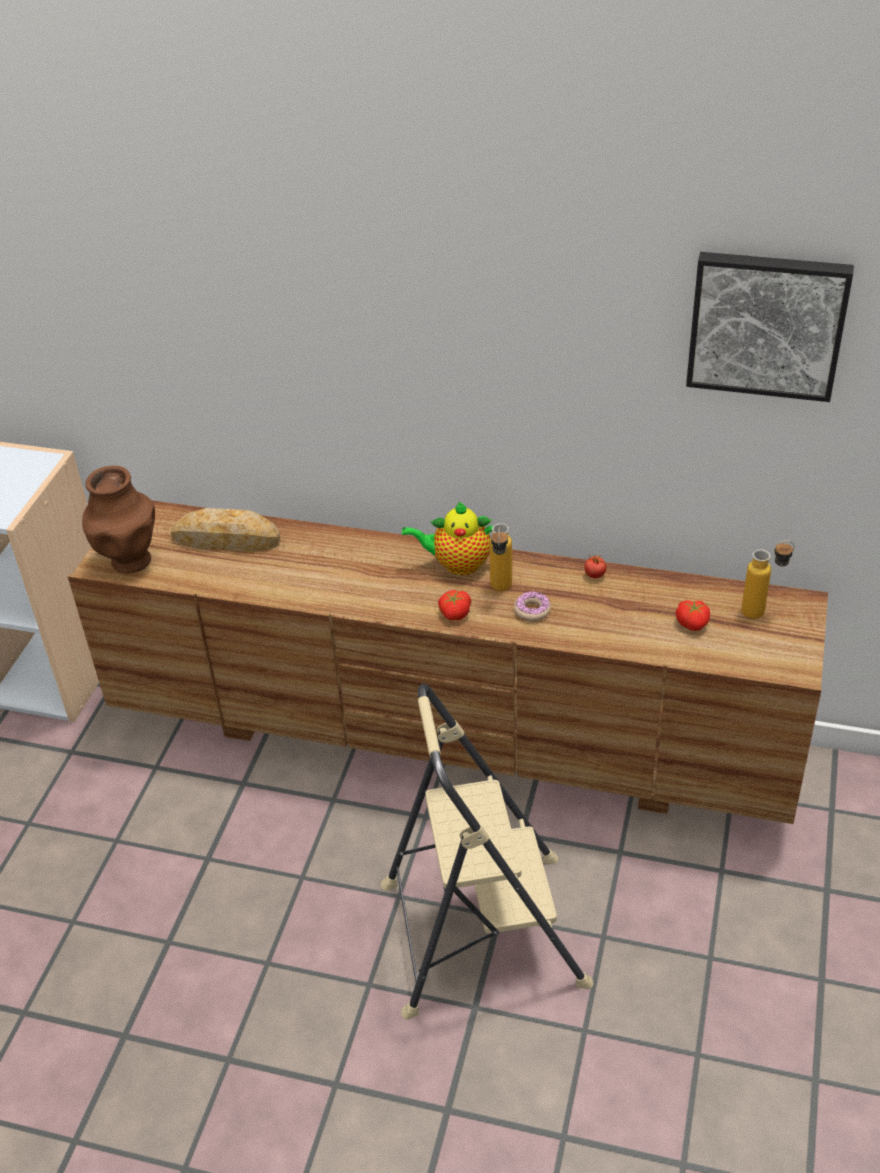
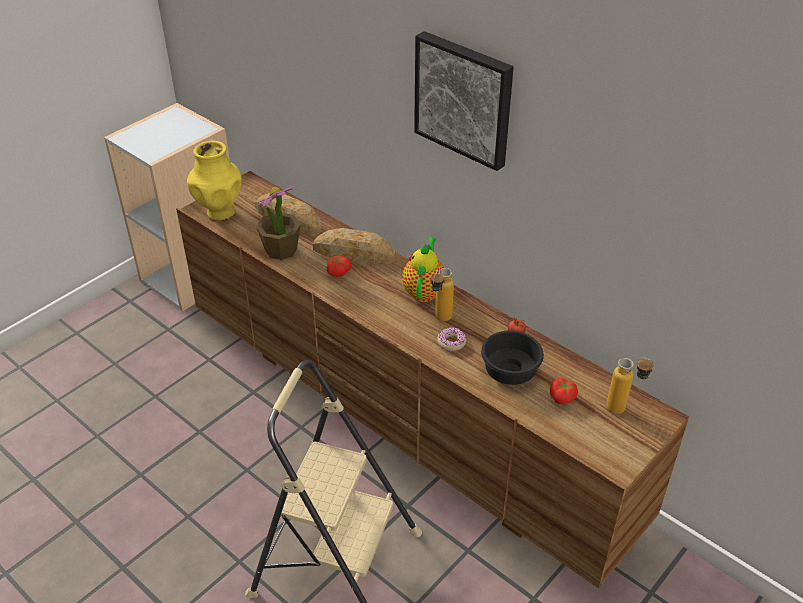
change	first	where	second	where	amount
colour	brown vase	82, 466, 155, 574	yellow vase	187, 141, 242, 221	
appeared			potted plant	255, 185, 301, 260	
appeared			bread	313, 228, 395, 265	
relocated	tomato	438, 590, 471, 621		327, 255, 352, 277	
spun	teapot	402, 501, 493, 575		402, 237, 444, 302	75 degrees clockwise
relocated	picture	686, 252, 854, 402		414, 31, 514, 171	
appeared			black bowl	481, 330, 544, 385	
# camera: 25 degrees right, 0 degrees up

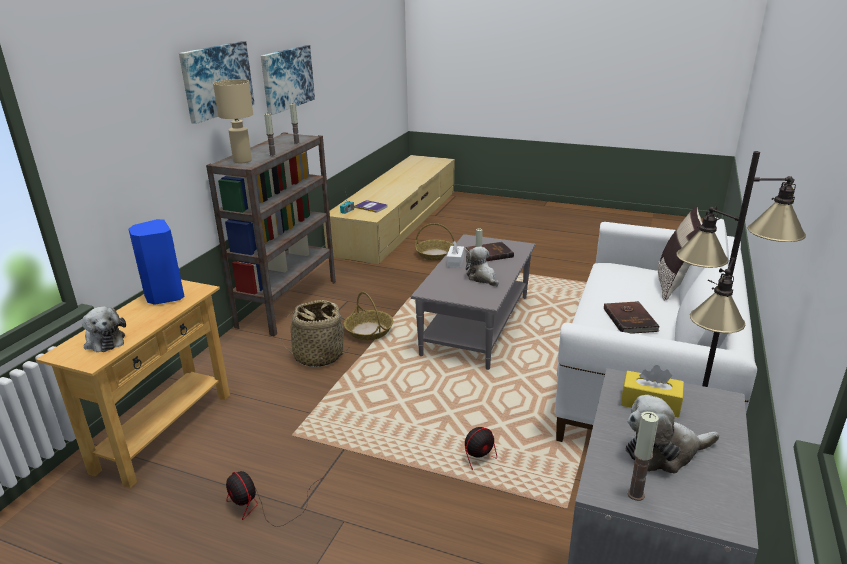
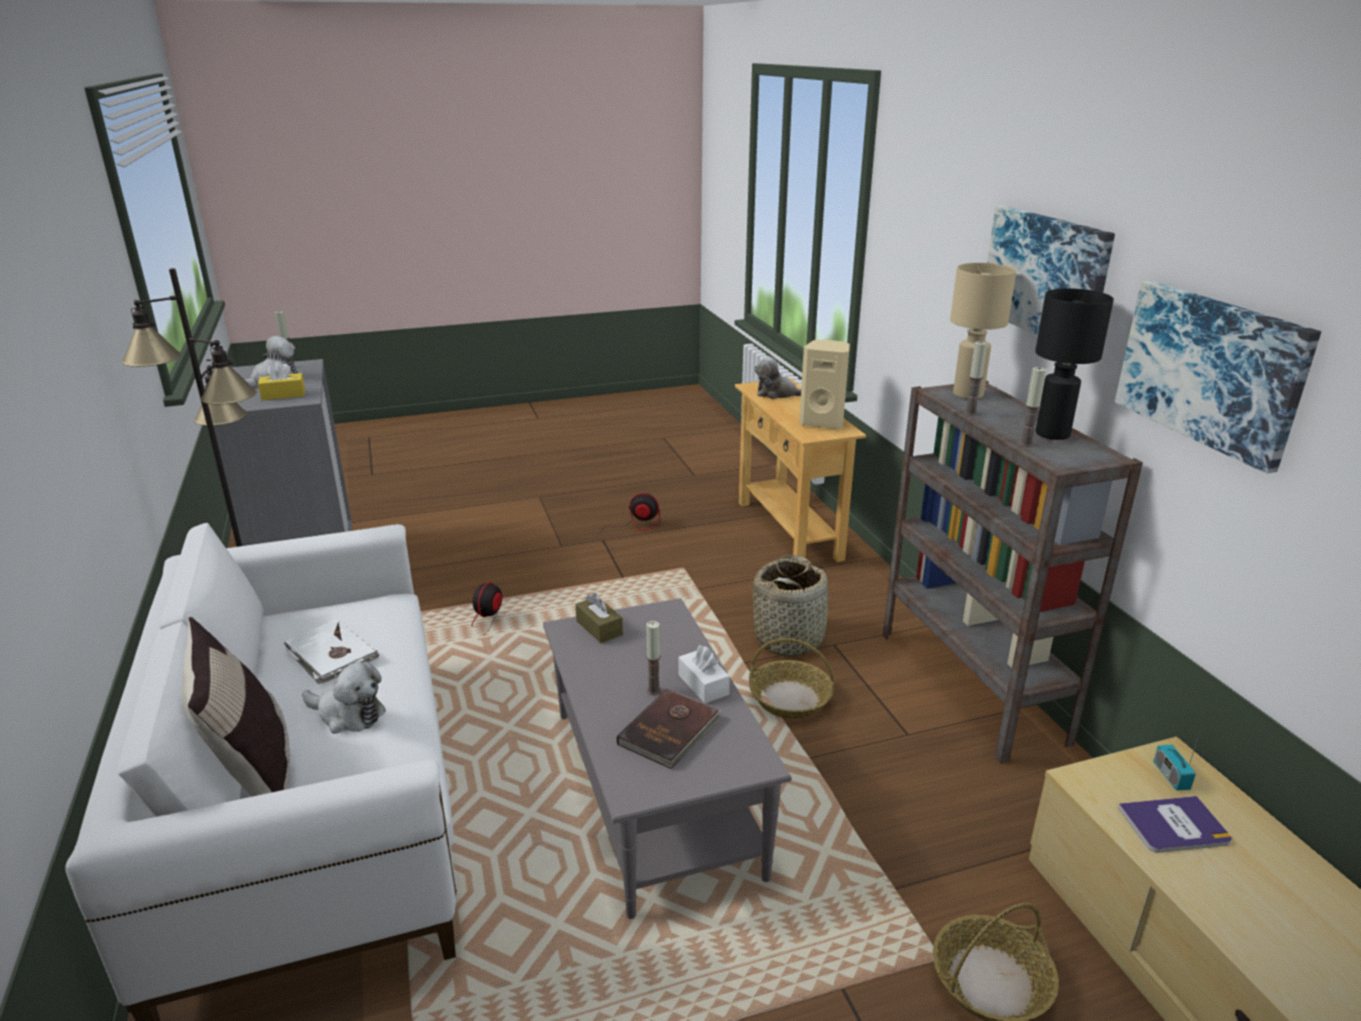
change	first	where	second	where	amount
colour	brown book	604, 301, 660, 334	white book	284, 619, 379, 684	
relocated	plush toy	466, 247, 499, 286		302, 661, 386, 734	
appeared			brown tissue box	576, 593, 623, 643	
colour	blue speaker	129, 219, 185, 305	beige speaker	799, 339, 850, 429	
appeared			black table lamp	1035, 288, 1114, 440	
# camera: 140 degrees right, 0 degrees up

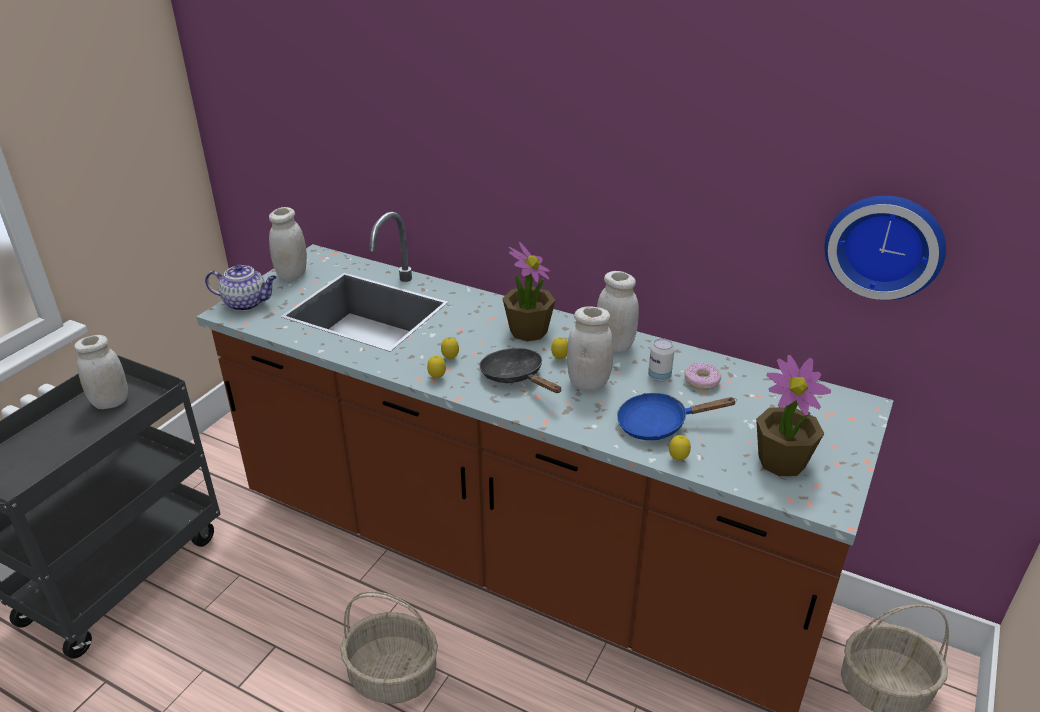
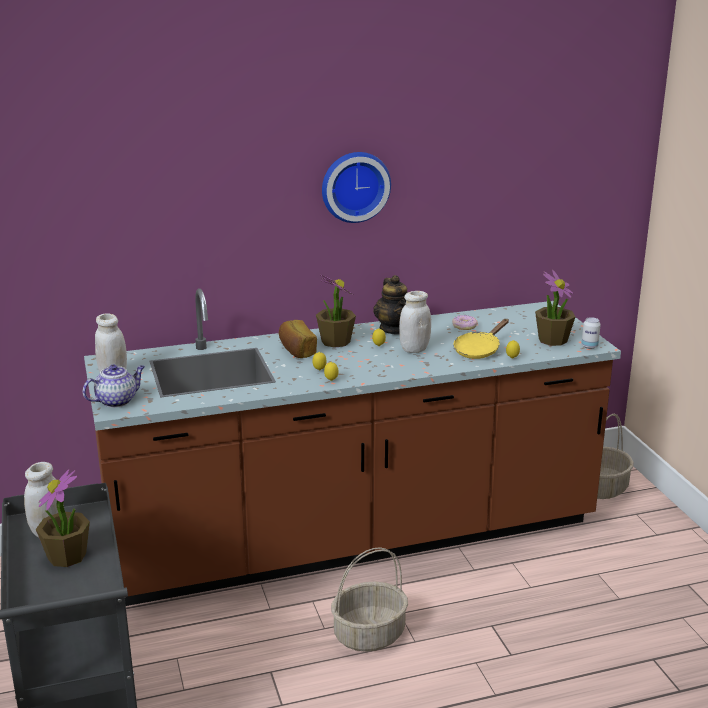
change	first	where	second	where	amount
appeared			potted plant	36, 469, 90, 567	
appeared			bread	279, 320, 317, 358	
relocated	wall clock	824, 196, 946, 300		322, 152, 391, 223	
exchanged	white jar	597, 271, 639, 353	teapot	373, 275, 408, 335	
colour	blue frying pan	617, 393, 737, 440	yellow frying pan	453, 319, 509, 359	
relocated	can	648, 338, 675, 382		581, 317, 601, 349	
missing	black frying pan	479, 348, 562, 393			
# camera: 45 degrees left, 10 degrees down

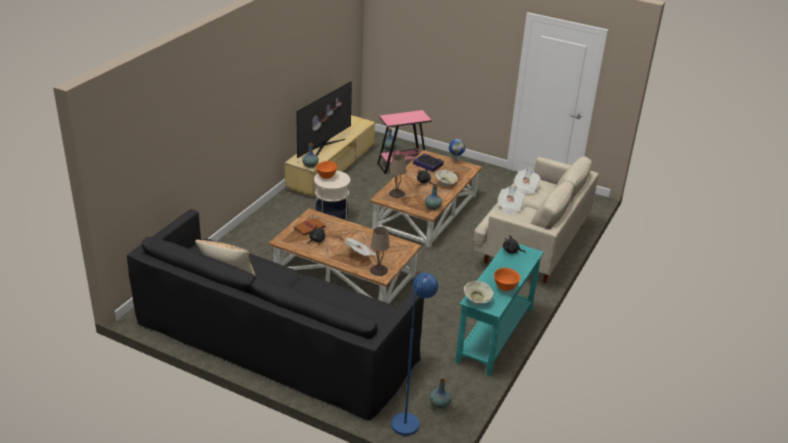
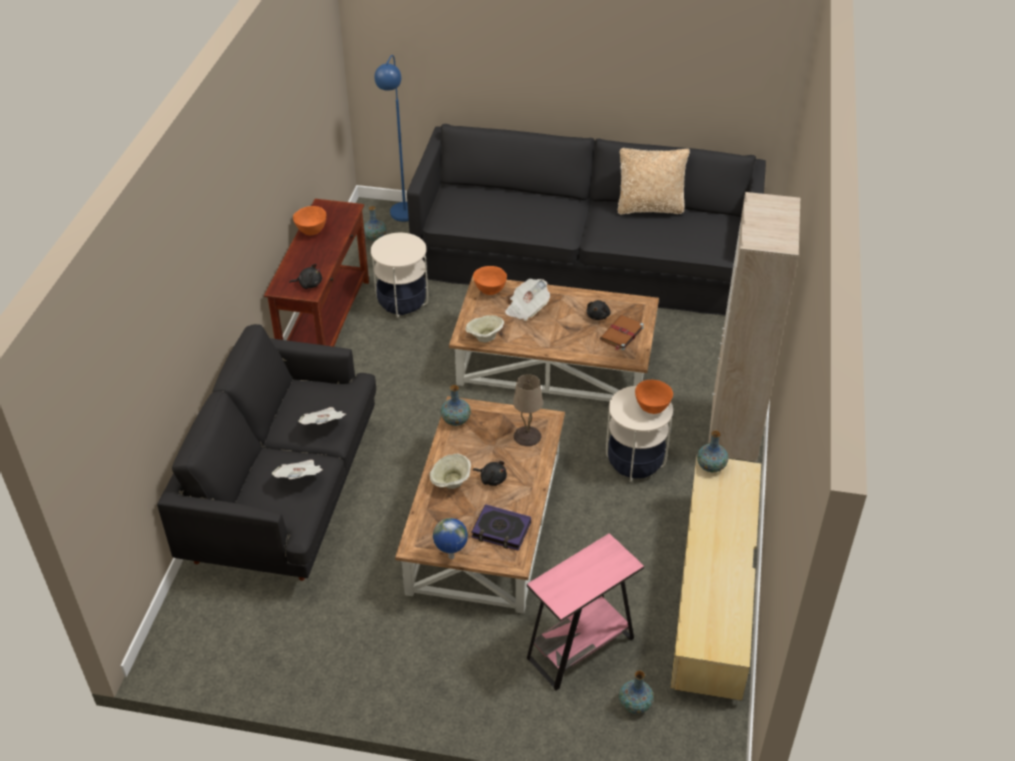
change	first	where	second	where	amount
colour	beige sofa	474, 156, 599, 283	black sofa	157, 324, 376, 581	
colour	turquoise console table	455, 244, 544, 376	brown console table	264, 199, 369, 347	
appeared			beige side table	371, 233, 428, 318	
relocated	beige bowl	464, 281, 494, 304		465, 315, 504, 343	
exchanged	beige table lamp	370, 227, 390, 276	orange bowl	473, 266, 507, 295	
appeared			beige cabinet	708, 192, 800, 462	
missing	television	296, 81, 352, 158			
# camera: 165 degrees right, 10 degrees up

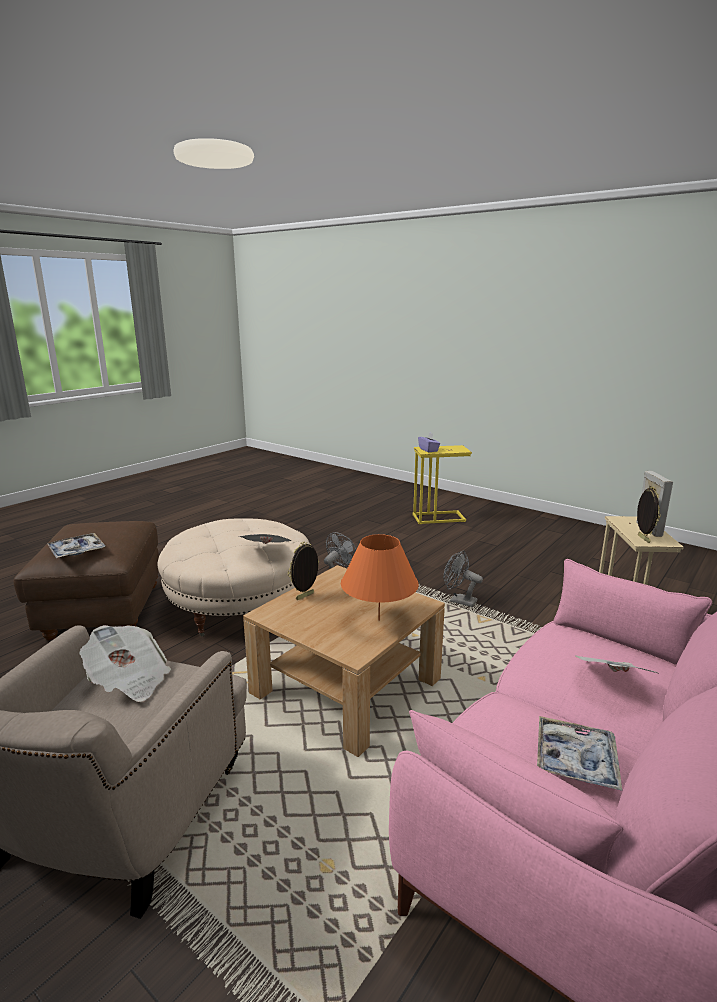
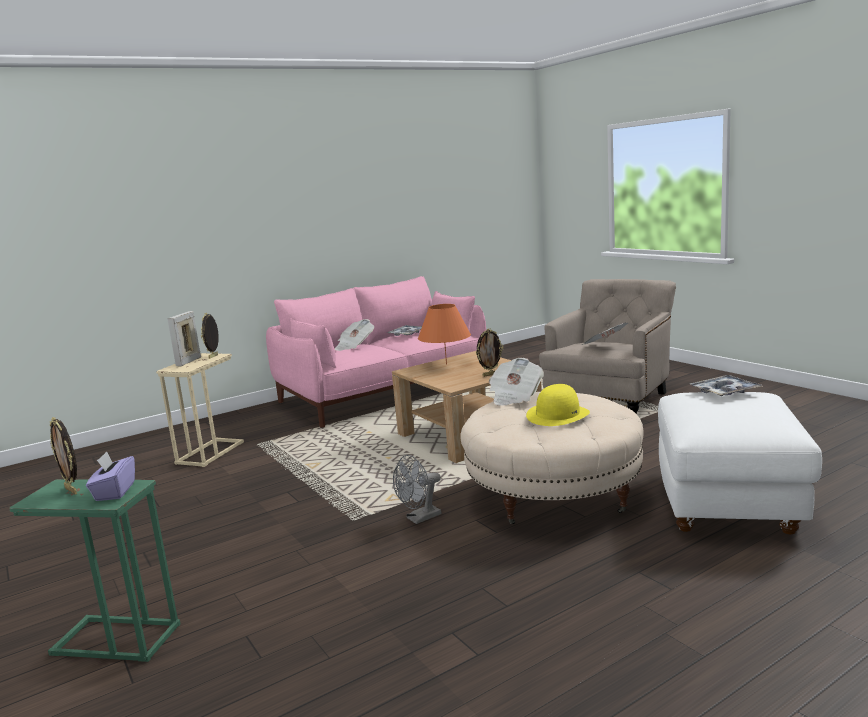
change	first	where	second	where	amount
colour	yellow side table	412, 445, 472, 524	green side table	9, 479, 181, 662	
appeared			picture frame	50, 417, 77, 495	
appeared			yellow hat	526, 384, 590, 426	
colour	brown ottoman	14, 521, 159, 640	white ottoman	658, 392, 822, 534	
missing	grey fan	444, 550, 483, 607			
# camera: 160 degrees left, 5 degrees down

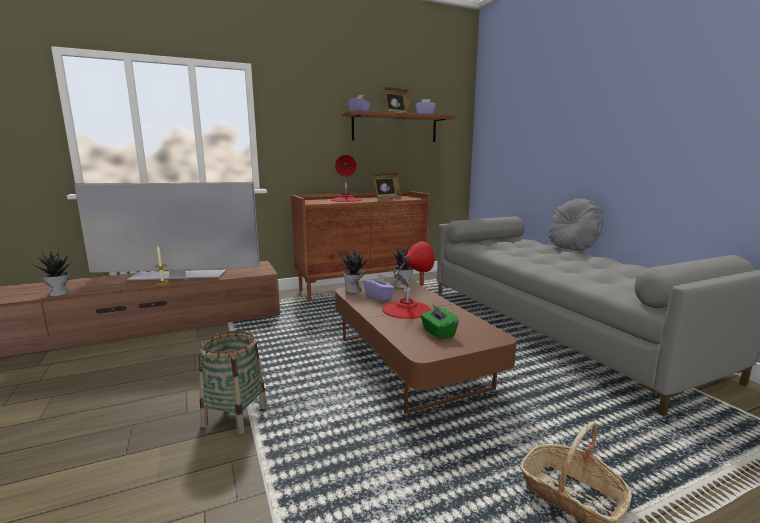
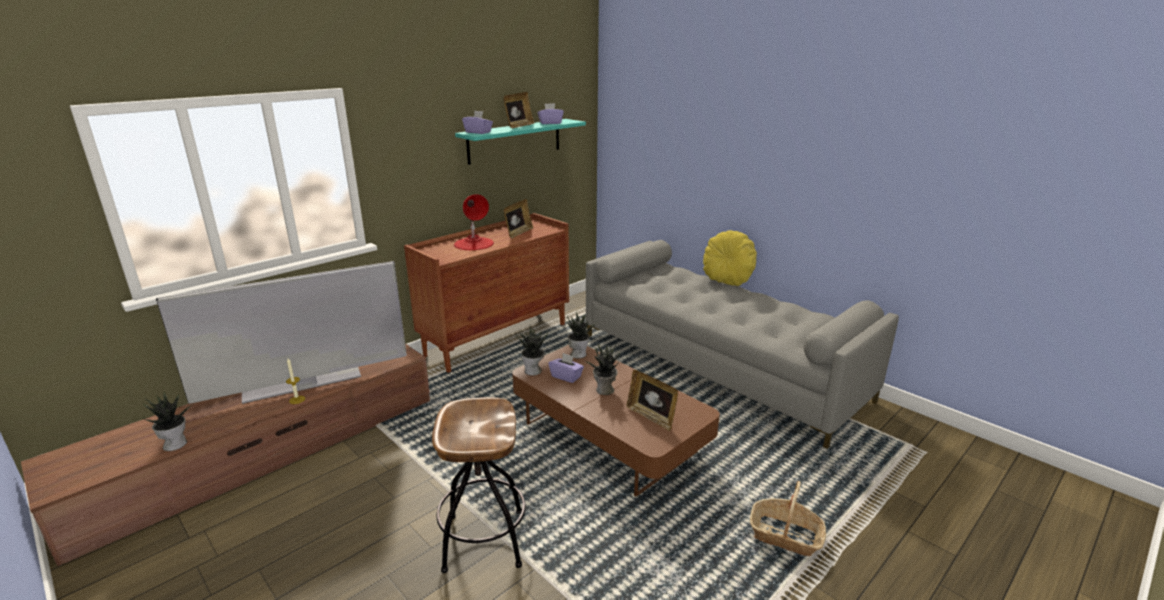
change	first	where	second	where	amount
exchanged	basket	199, 331, 267, 435	brown stool	432, 397, 526, 573	
colour	brown shelf	342, 111, 456, 142	turquoise shelf	455, 119, 586, 165	
exchanged	red table lamp	382, 241, 435, 319	potted plant	584, 344, 621, 395	
exchanged	green tissue box	421, 305, 459, 339	picture frame	627, 370, 678, 431	
colour	grey pillow	549, 199, 603, 251	yellow pillow	703, 230, 757, 286	
# camera: 20 degrees left, 10 degrees up

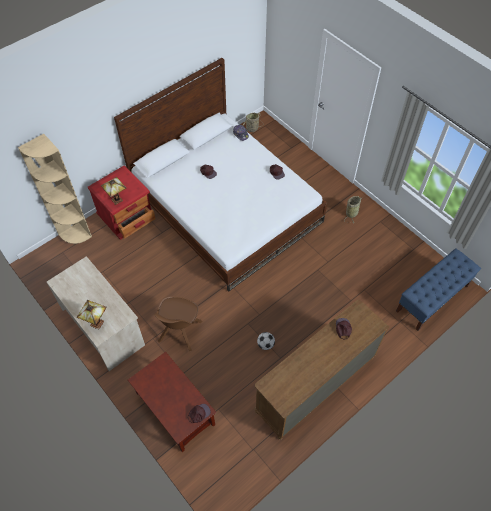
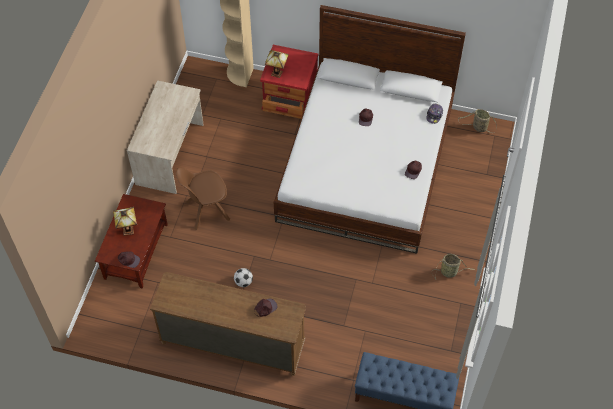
change	first	where	second	where	amount
relocated	table lamp	77, 300, 107, 330		113, 207, 137, 236	
# camera: 55 degrees right, 0 degrees up

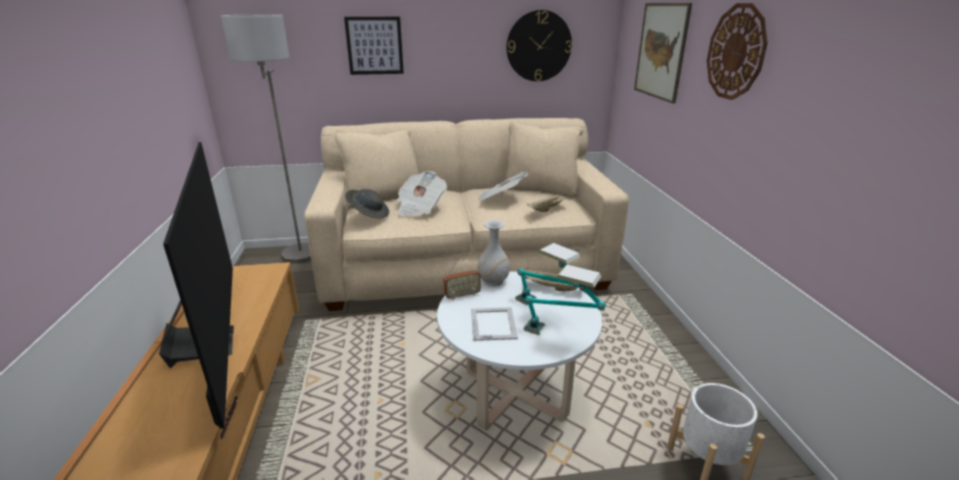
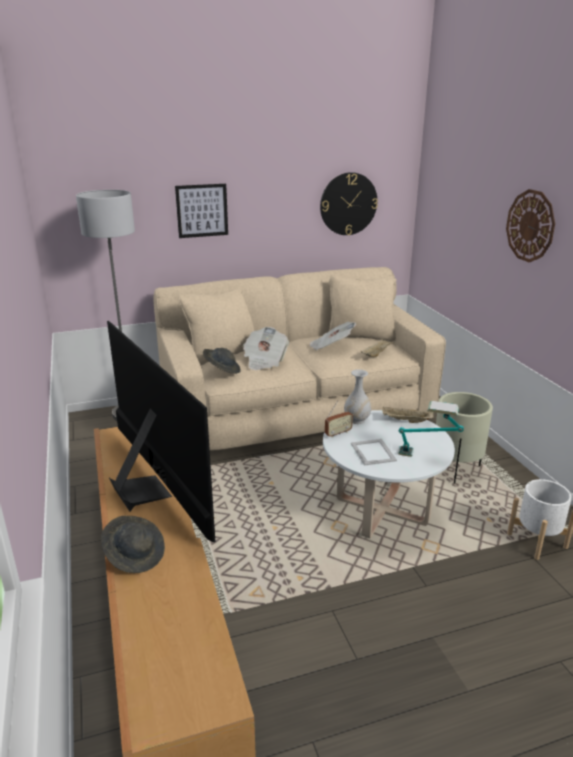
change	first	where	second	where	amount
appeared			grey hat	101, 516, 165, 573	
appeared			beige planter	436, 392, 493, 484	
missing	table lamp	515, 243, 581, 305			
missing	picture	634, 3, 692, 104			
# camera: 10 degrees left, 0 degrees up

